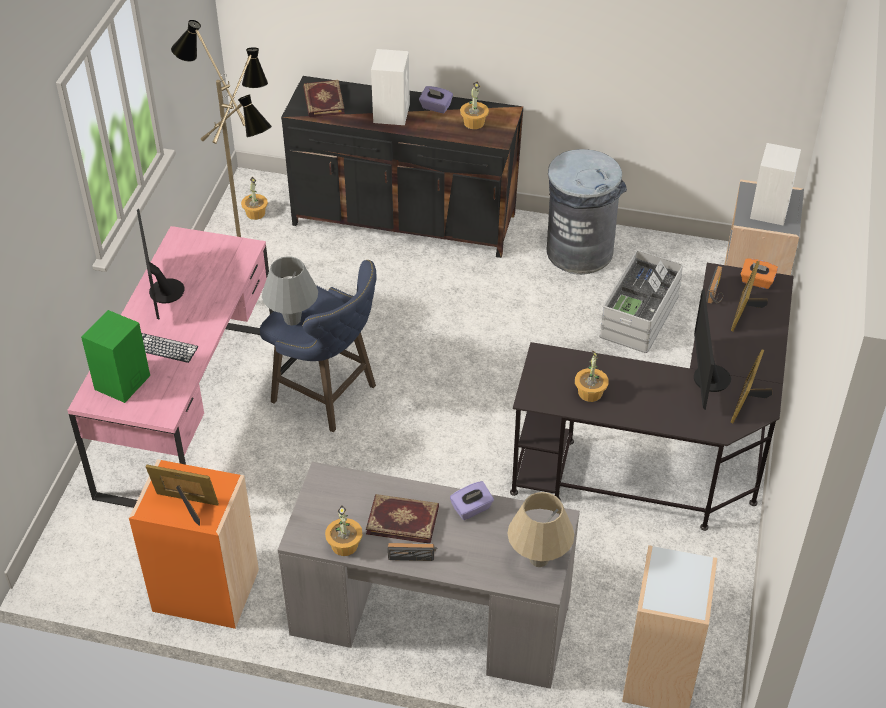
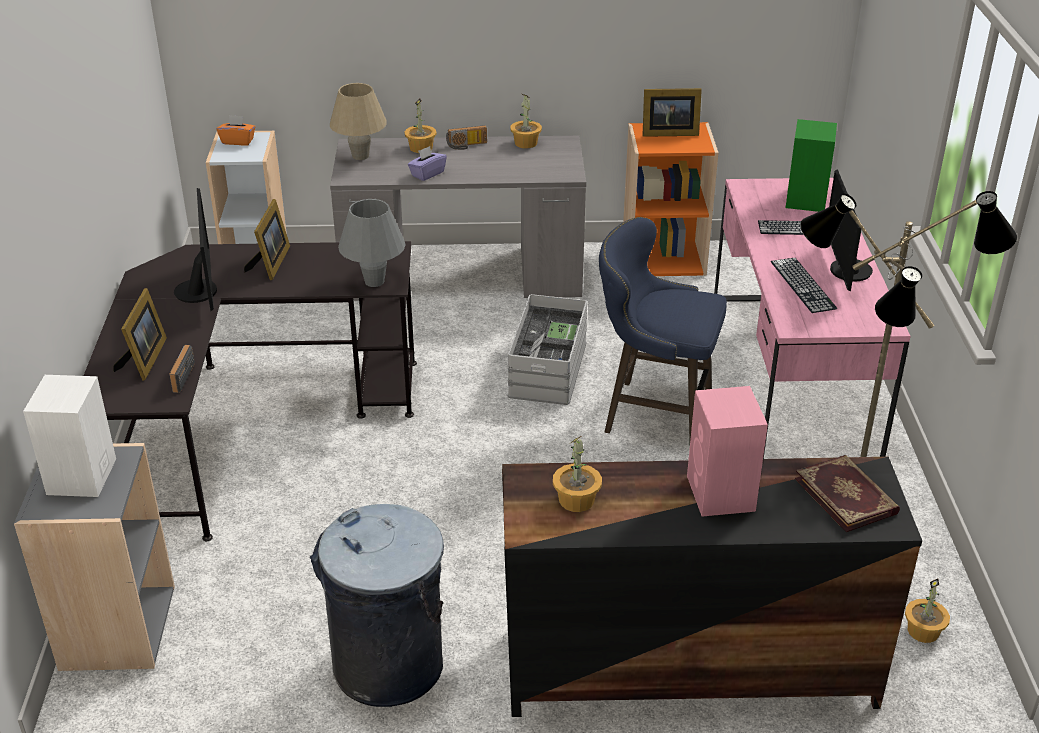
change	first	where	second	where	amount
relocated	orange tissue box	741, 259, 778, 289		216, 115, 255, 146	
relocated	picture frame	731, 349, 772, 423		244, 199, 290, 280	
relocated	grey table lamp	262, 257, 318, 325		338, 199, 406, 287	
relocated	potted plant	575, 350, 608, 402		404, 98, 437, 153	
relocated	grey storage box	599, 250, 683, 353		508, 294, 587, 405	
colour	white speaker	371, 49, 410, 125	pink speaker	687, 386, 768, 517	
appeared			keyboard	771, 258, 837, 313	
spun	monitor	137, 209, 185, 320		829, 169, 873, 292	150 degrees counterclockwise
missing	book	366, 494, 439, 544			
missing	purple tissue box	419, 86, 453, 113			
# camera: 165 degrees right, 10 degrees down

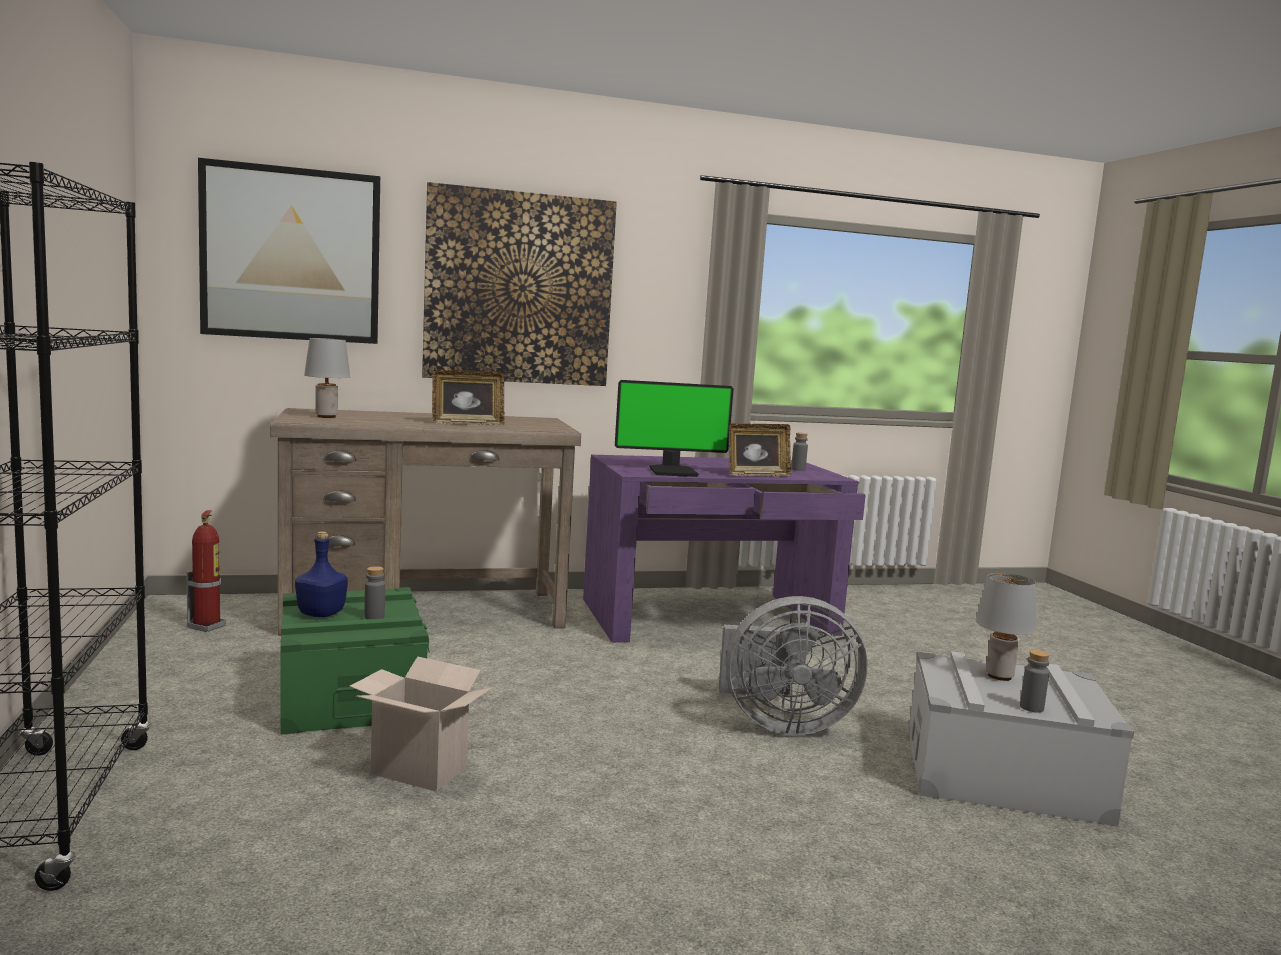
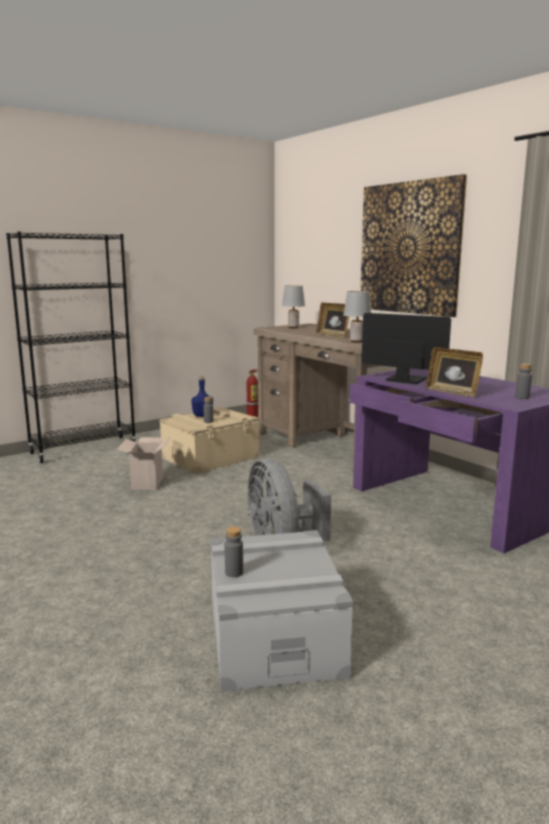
change	first	where	second	where	amount
colour	green storage box	280, 587, 430, 735	beige storage box	159, 407, 260, 474	
relocated	grey table lamp	975, 573, 1036, 681		343, 291, 371, 342	
spun	monitor	615, 380, 733, 477		362, 313, 451, 384	150 degrees clockwise
missing	picture	198, 158, 380, 344			
# camera: 70 degrees right, 5 degrees up

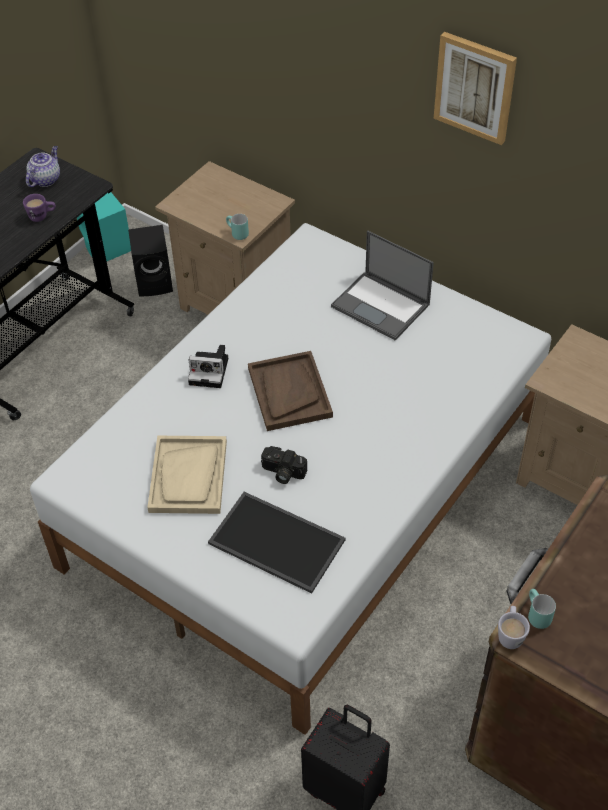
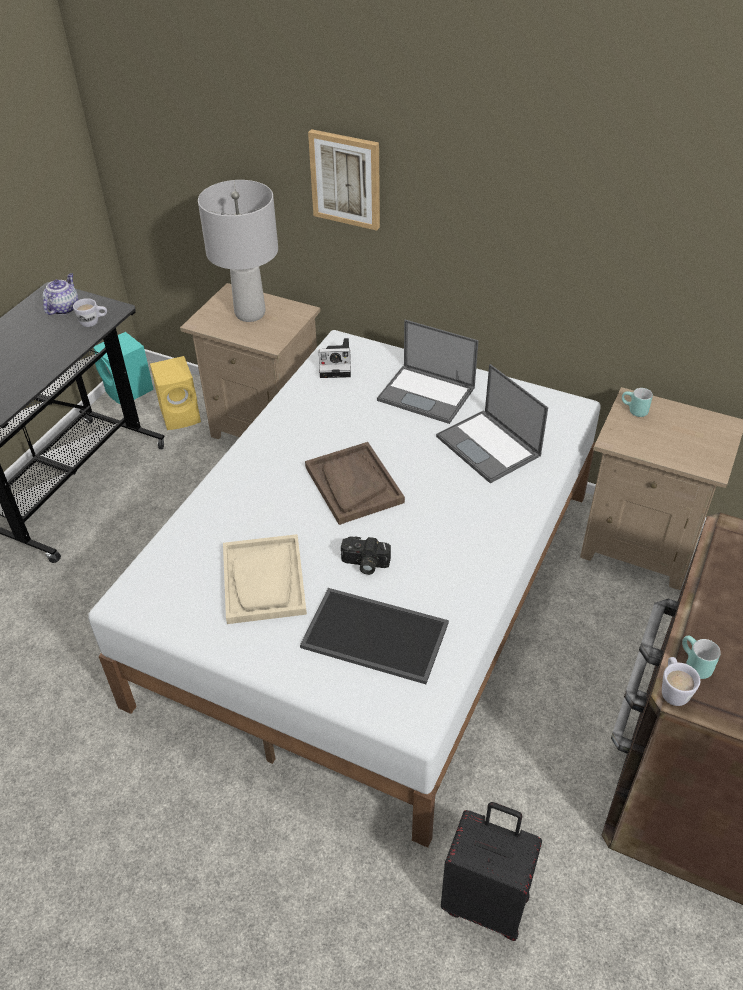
change	first	where	second	where	amount
appeared			white mug	73, 298, 107, 327	
colour	black speaker	128, 225, 173, 296	yellow speaker	150, 356, 201, 430	
appeared			grey table lamp	198, 180, 278, 322	
relocated	picture	434, 32, 517, 145		308, 129, 380, 231	
relocated	photo camera	188, 345, 228, 388		319, 338, 351, 378	
appeared			laptop	436, 364, 548, 484	
relocated	turquoise mug	226, 214, 249, 240		622, 388, 653, 417	
missing	purple mug	23, 194, 56, 222			
# camera: 10 degrees left, 5 degrees down

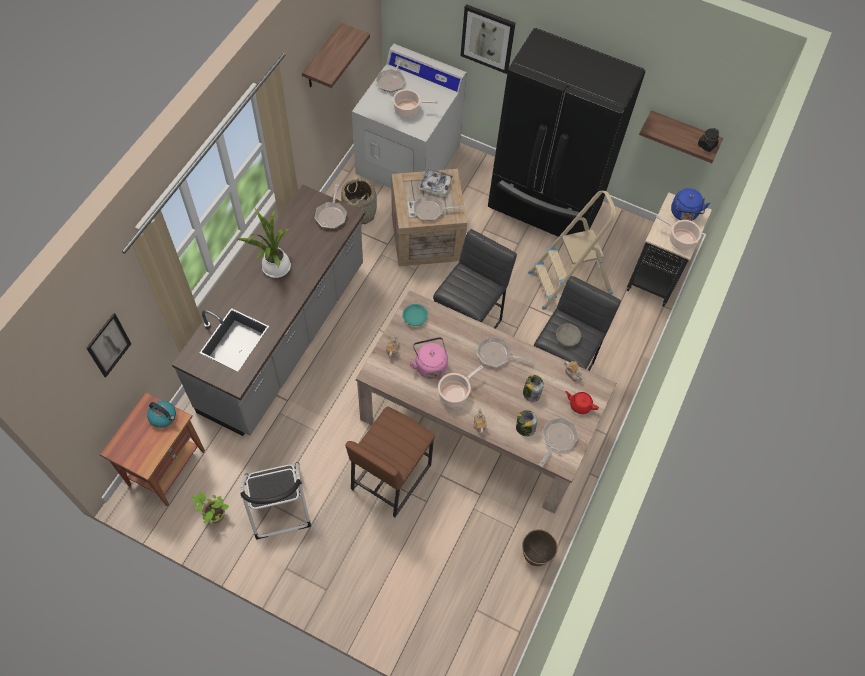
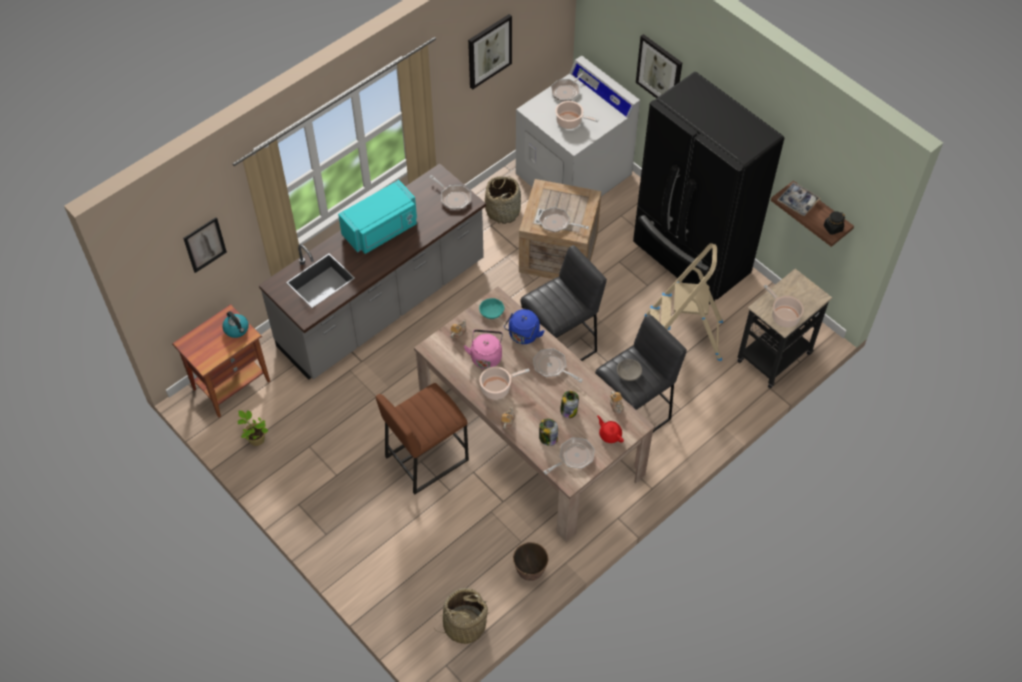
change	first	where	second	where	amount
exchanged	potted plant	237, 207, 291, 278	turquoise microwave	338, 180, 417, 254	
spun	frying pan	315, 184, 347, 229		429, 175, 471, 210	75 degrees counterclockwise
appeared			basket	433, 588, 491, 644	
exchanged	shelf	302, 23, 370, 88	picture	468, 14, 512, 90	
relocated	blue kettle	671, 188, 710, 221		504, 309, 545, 344	
relocated	tray	418, 168, 454, 196		777, 182, 820, 216	
missing	step ladder	240, 462, 311, 540			
# camera: 25 degrees right, 5 degrees down

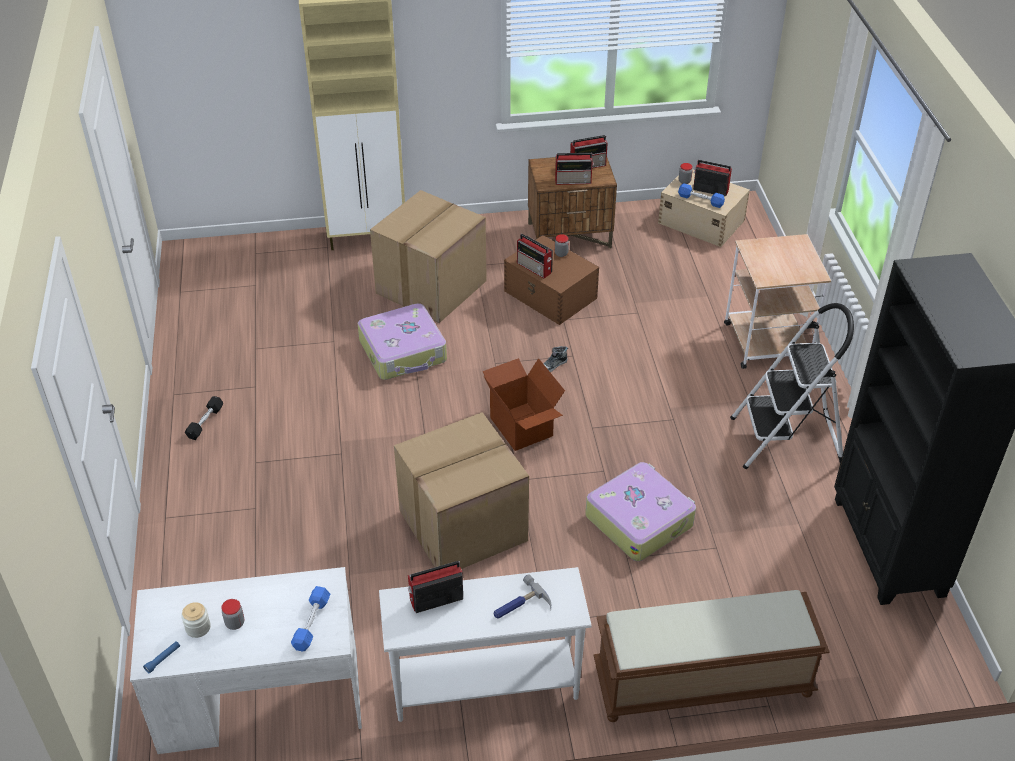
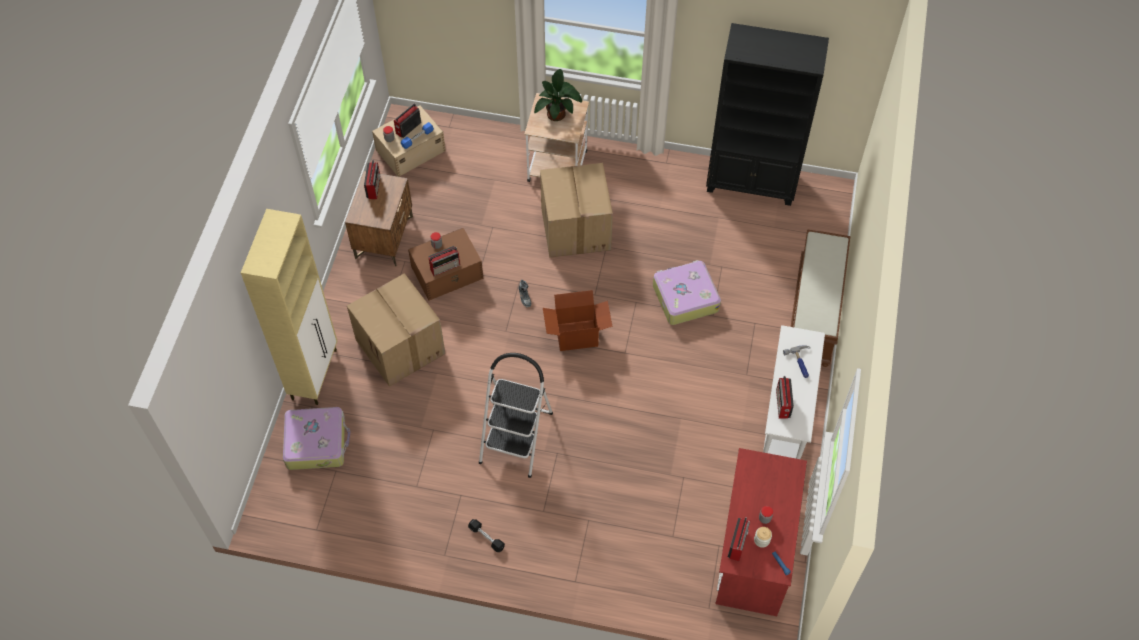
change	first	where	second	where	amount
relocated	suitcase	357, 303, 447, 380		283, 407, 351, 470	
relocated	step ladder	730, 303, 854, 469		479, 353, 553, 478	
appeared			potted plant	534, 69, 582, 121	
relocated	cardboard box	394, 412, 529, 569		540, 163, 613, 258	
colour	white desk	130, 567, 362, 754	red desk	715, 448, 807, 616	
relocated	radio	555, 153, 594, 185		728, 517, 750, 561	
missing	blue dumbbell	291, 586, 331, 652			
# camera: 70 degrees left, 15 degrees up

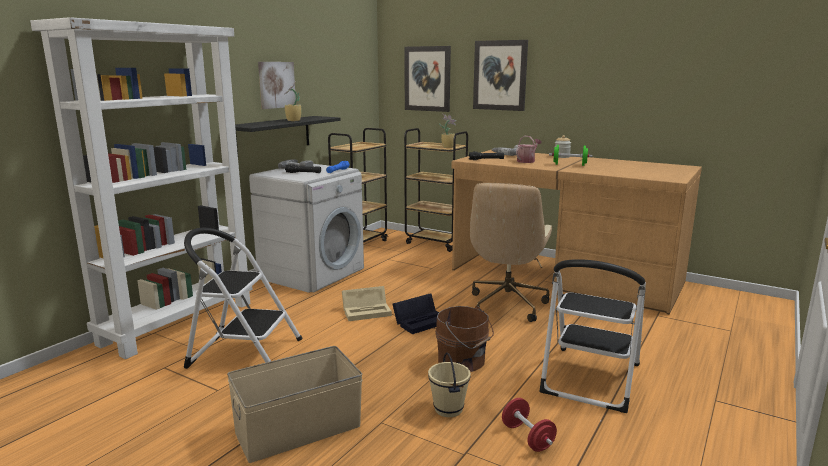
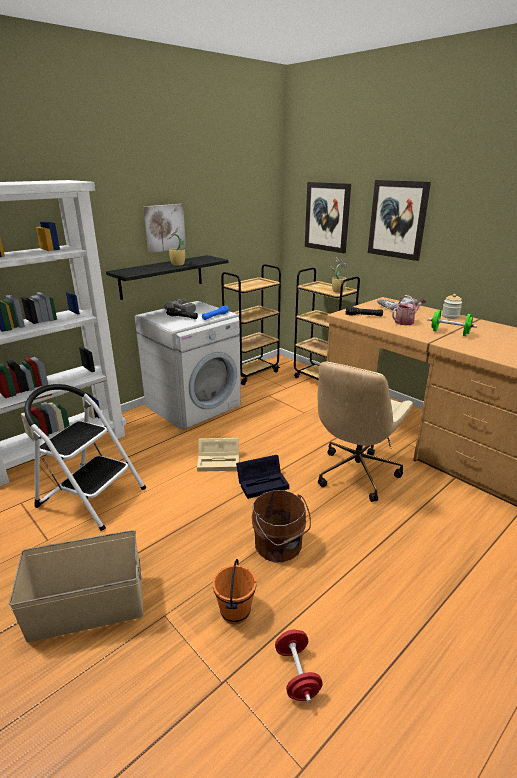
change	first	where	second	where	amount
colour	beige bucket	428, 352, 471, 417	orange bucket	213, 559, 256, 624	
missing	step ladder	540, 259, 646, 413			
# camera: 15 degrees right, 10 degrees up

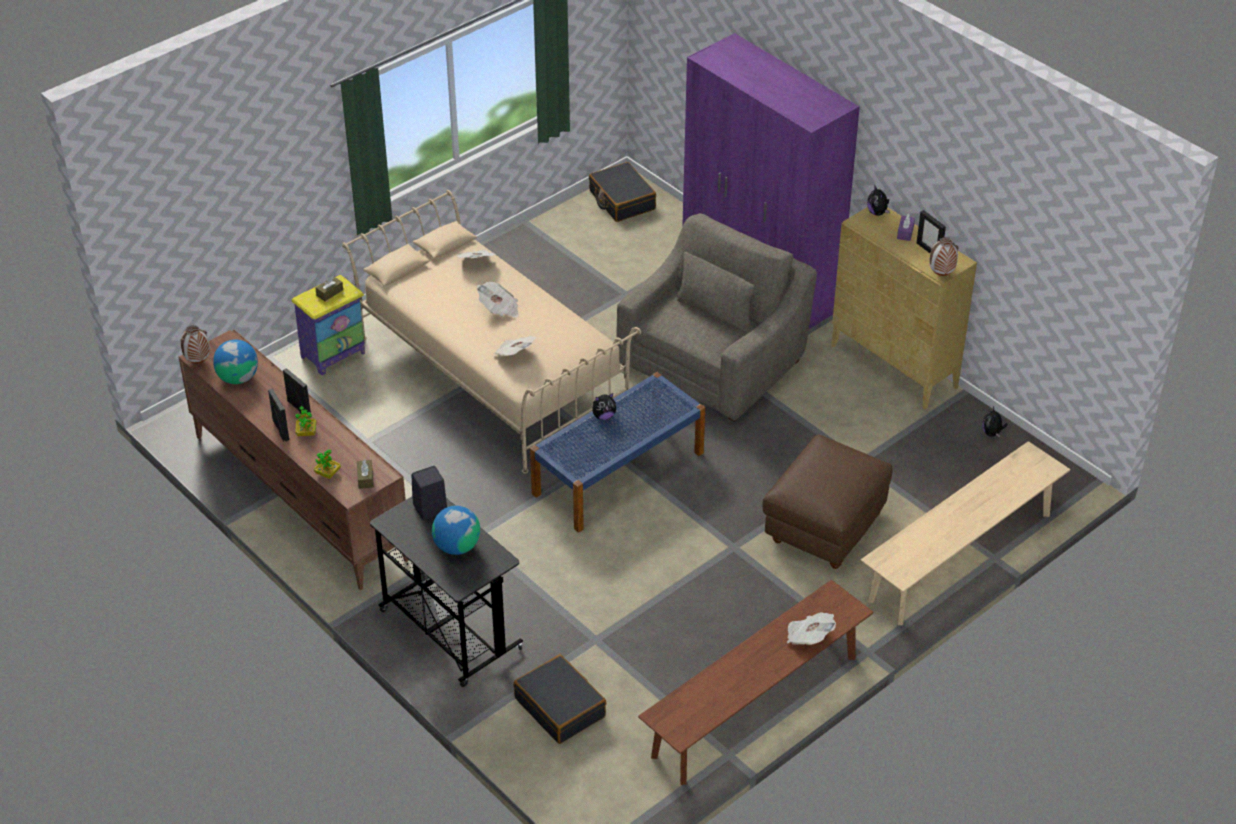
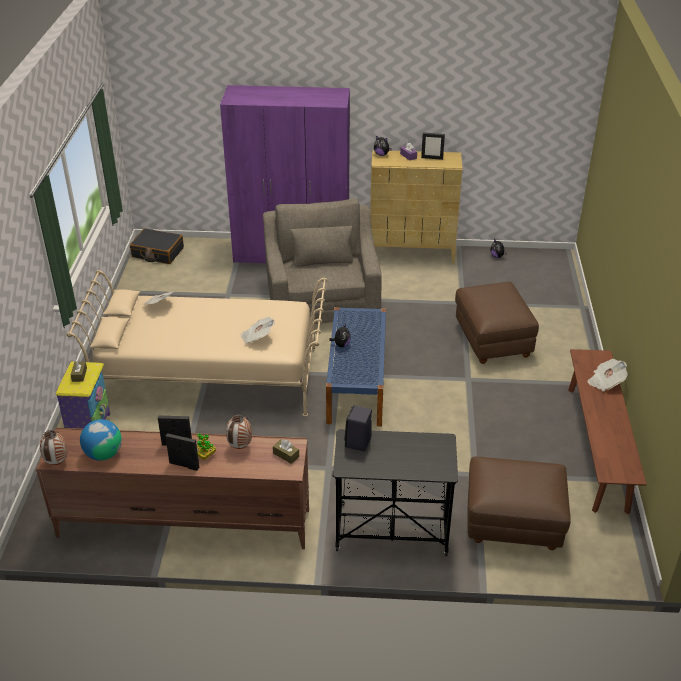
change	first	where	second	where	amount
relocated	vase	929, 237, 959, 276		226, 414, 252, 449	
exchanged	black suitcase	514, 654, 606, 744	brown ottoman	467, 457, 571, 550	
missing	potted plant	314, 449, 341, 479			
missing	globe	432, 506, 480, 555			
missing	newspaper	477, 282, 519, 318			
missing	beige bench	861, 441, 1071, 625			
# camera: 45 degrees left, 5 degrees down

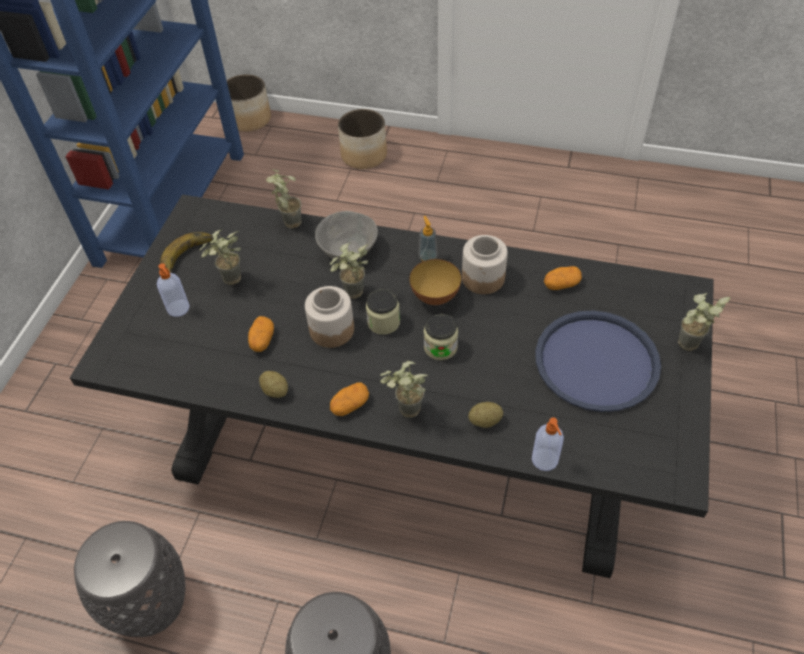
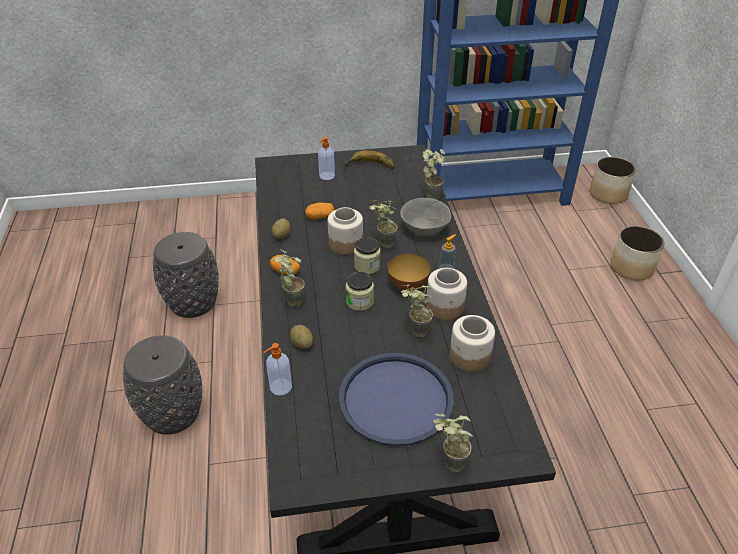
change	first	where	second	where	amount
relocated	potted plant	200, 229, 241, 285		401, 285, 433, 337	
exchanged	potato	544, 266, 582, 290	jar	450, 315, 495, 372	
# camera: 65 degrees right, 10 degrees down

